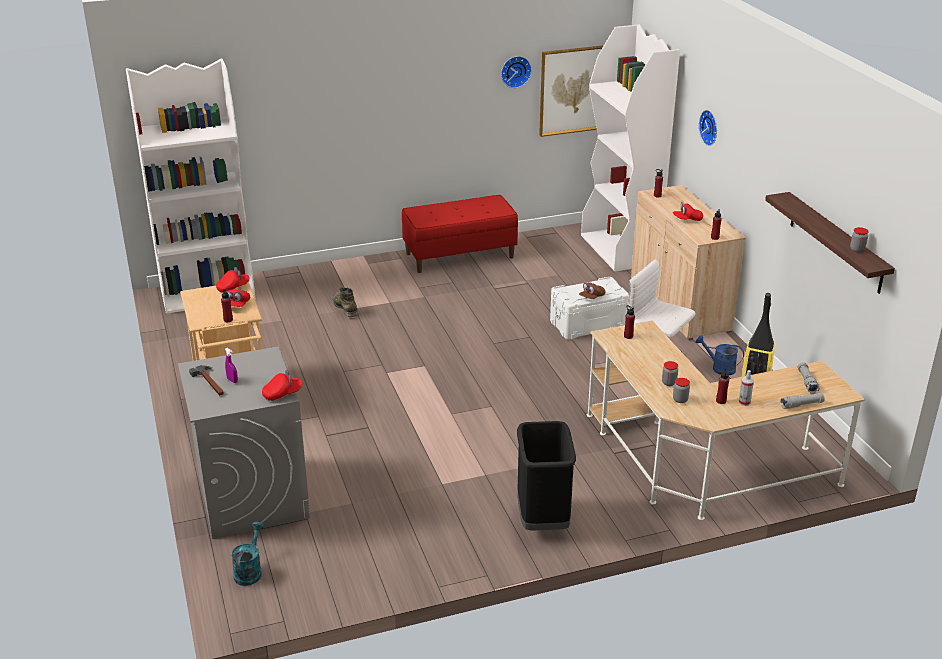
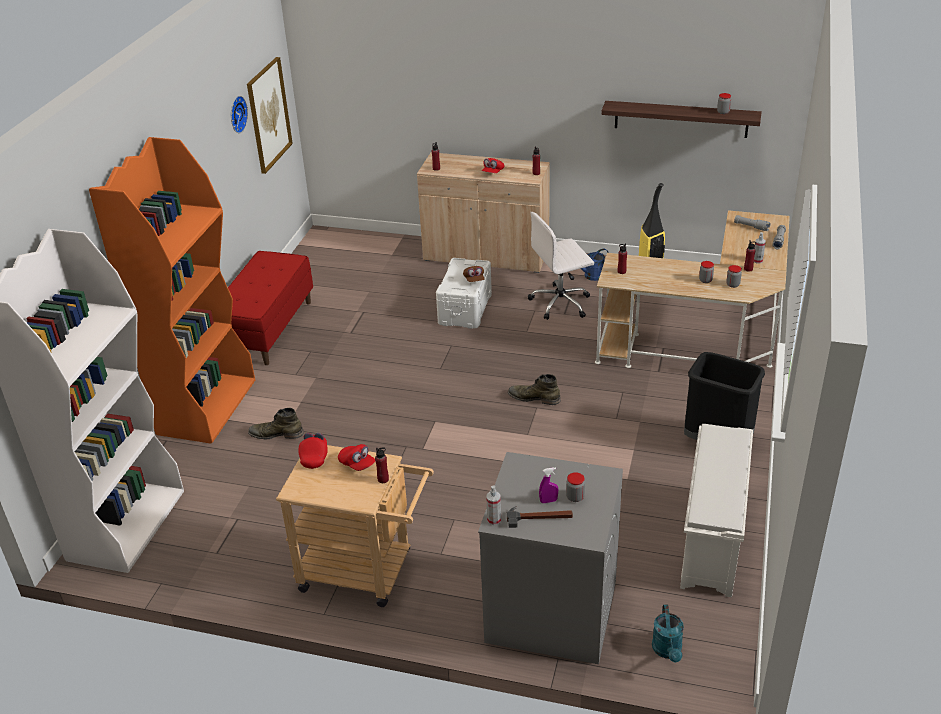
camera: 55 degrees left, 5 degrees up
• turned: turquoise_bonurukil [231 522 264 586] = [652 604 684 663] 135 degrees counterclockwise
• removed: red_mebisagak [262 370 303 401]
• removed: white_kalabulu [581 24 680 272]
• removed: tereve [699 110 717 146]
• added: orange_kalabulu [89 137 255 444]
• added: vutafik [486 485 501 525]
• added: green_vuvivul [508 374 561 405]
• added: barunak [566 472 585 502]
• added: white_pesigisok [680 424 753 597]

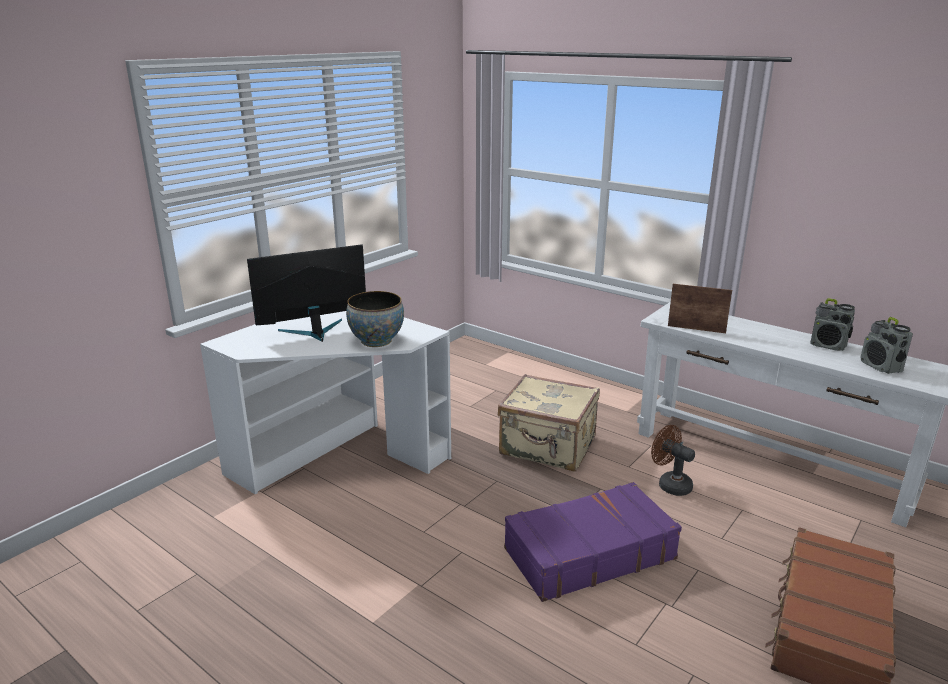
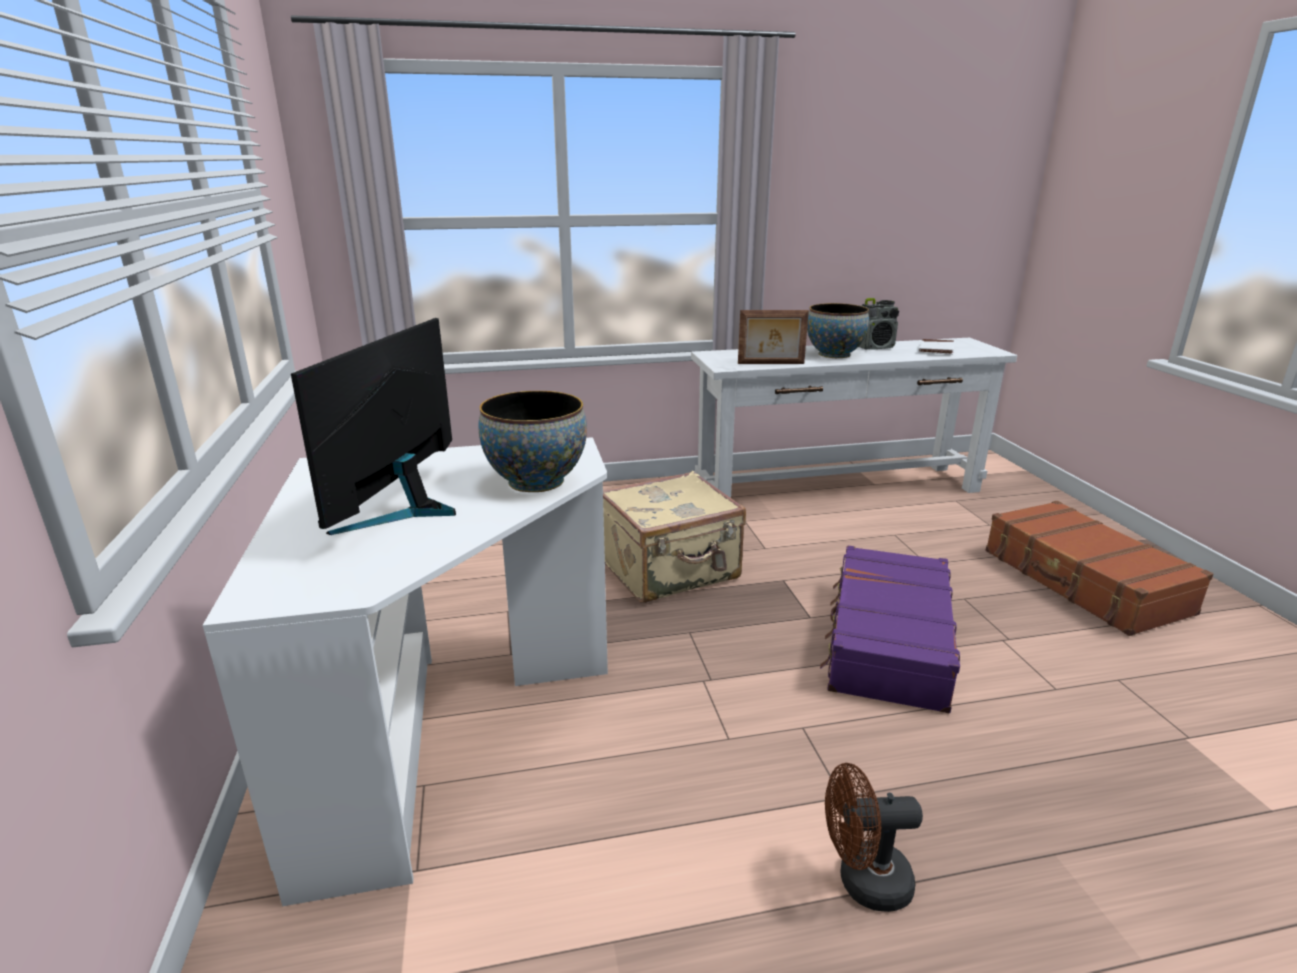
camera: 50 degrees left, 0 degrees up
• moved: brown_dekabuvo [651 425 695 496] to [825 763 923 912]
• turned: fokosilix [668 284 732 333] = [738 310 809 364] 150 degrees counterclockwise
• replaced: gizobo [860 317 913 374] to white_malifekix [918 339 955 355]
• added: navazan [807 303 869 358]

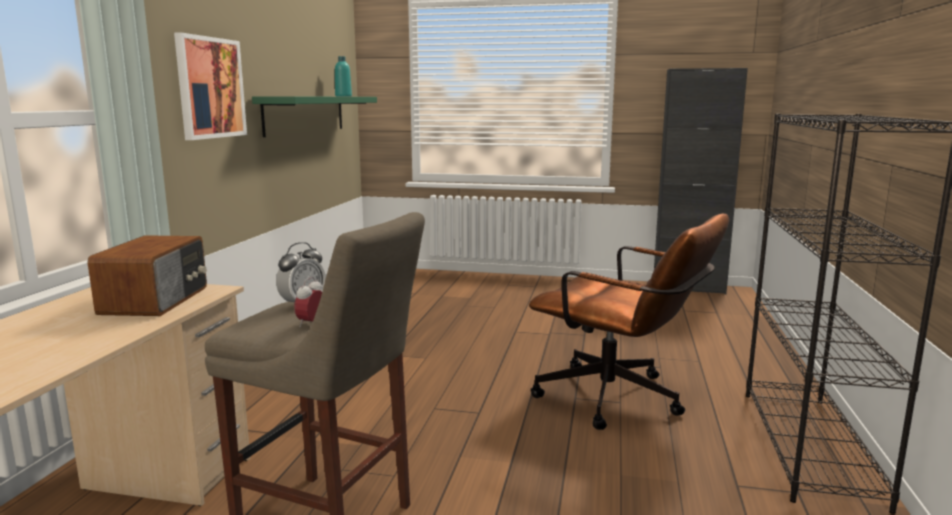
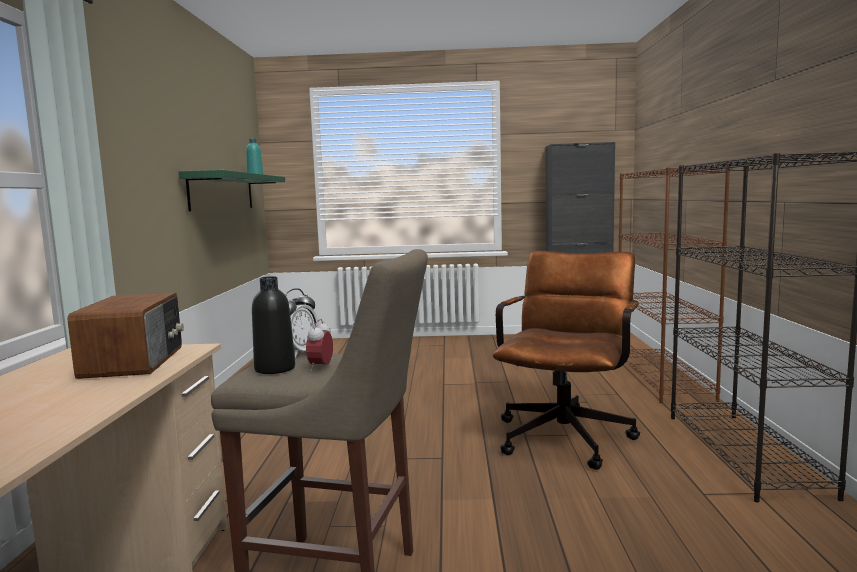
camera: 10 degrees left, 5 degrees down
• removed: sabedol [174 32 247 140]
• turned: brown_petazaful [529 214 729 430] = [493 251 640 470] 90 degrees counterclockwise
• added: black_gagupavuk [252 276 295 374]
• added: brown_kalabulu [619 166 731 403]

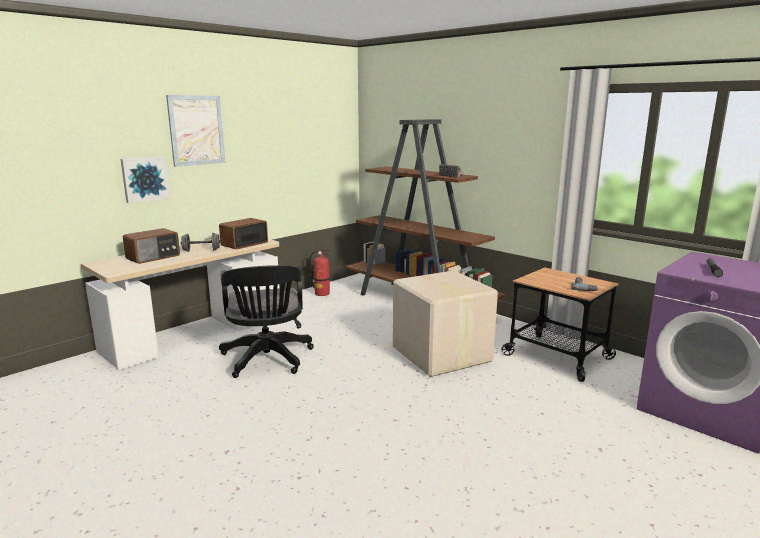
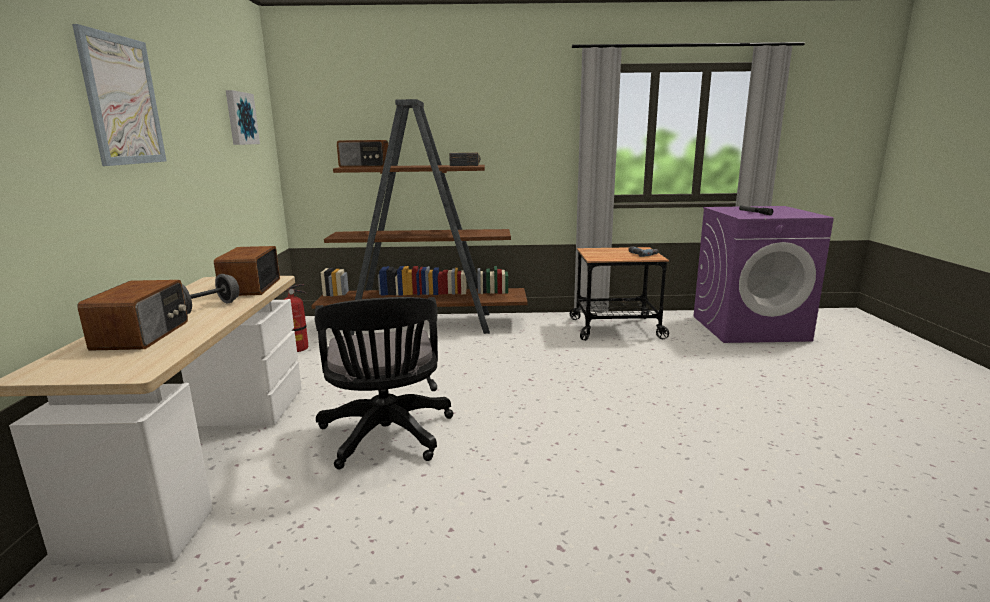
camera: 45 degrees left, 0 degrees up
• moved: sabedol [121 156 170 203] to [226 90 260 145]
• turned: black_petazaful [219 265 314 378] = [315 297 453 469] 45 degrees clockwise
• removed: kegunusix [393 270 498 377]
• added: gizobo [337 140 388 168]

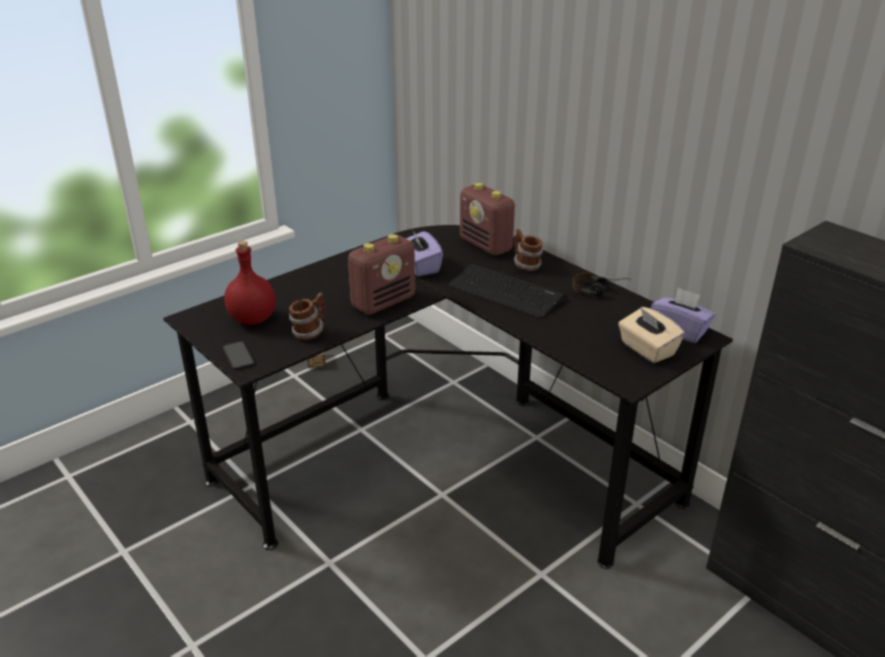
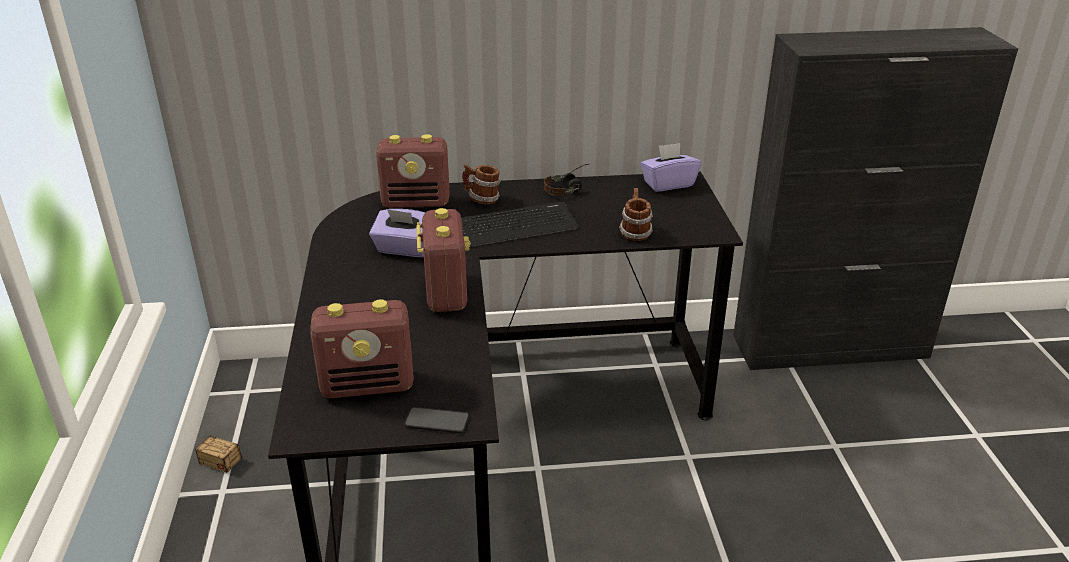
camera: 55 degrees left, 0 degrees up
• replaced: red_gagupavuk [224 241 276 325] to gizobo [310 300 414 398]
• moved: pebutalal [289 293 326 340] to [619 188 653 241]
• removed: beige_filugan [618 307 685 363]

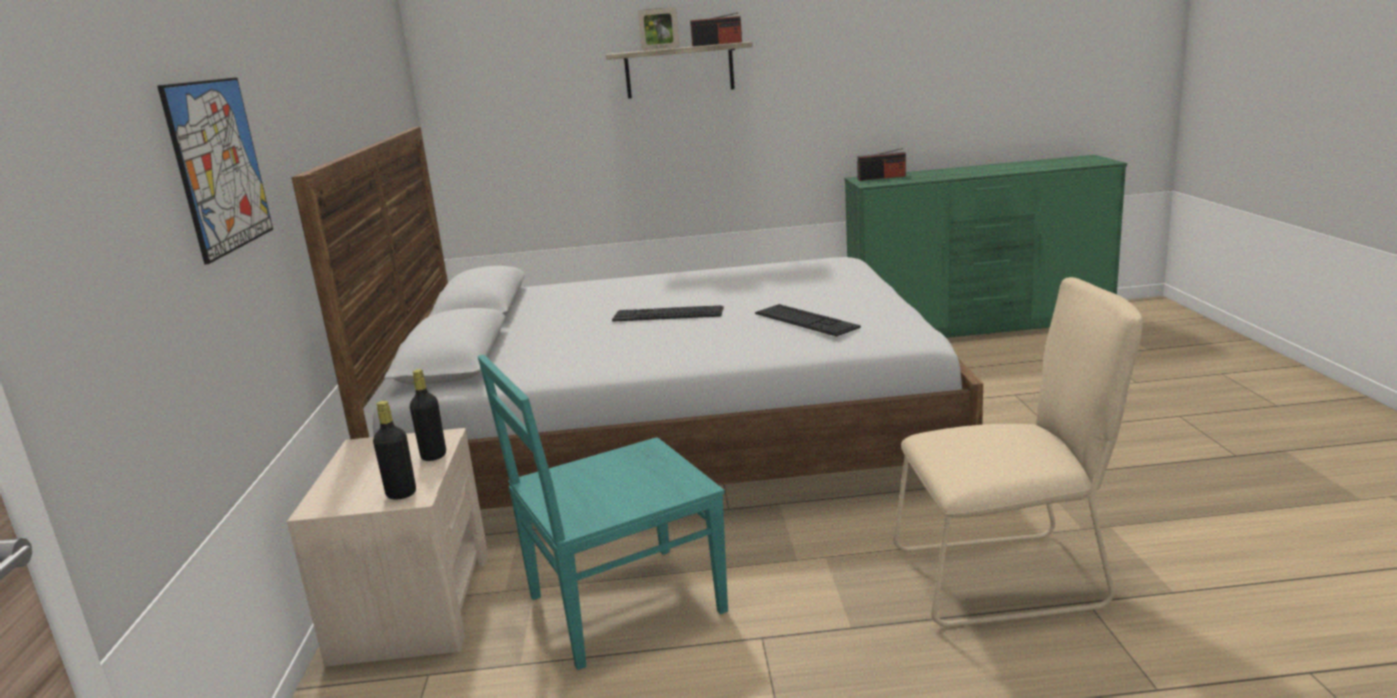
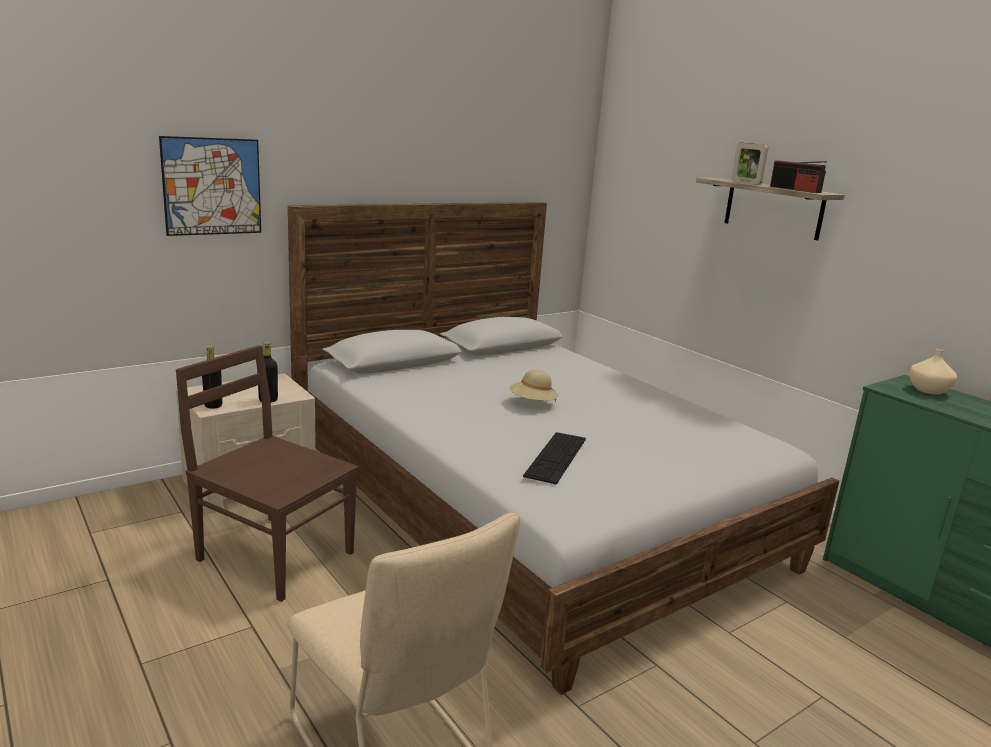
camera: 55 degrees right, 0 degrees up
• recoloured: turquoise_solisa [478 354 728 670] to brown_solisa [176 345 359 602]
• replaced: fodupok [612 305 724 321] to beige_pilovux [509 370 558 402]
• replaced: gizobo [857 148 906 181] to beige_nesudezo [909 349 957 395]

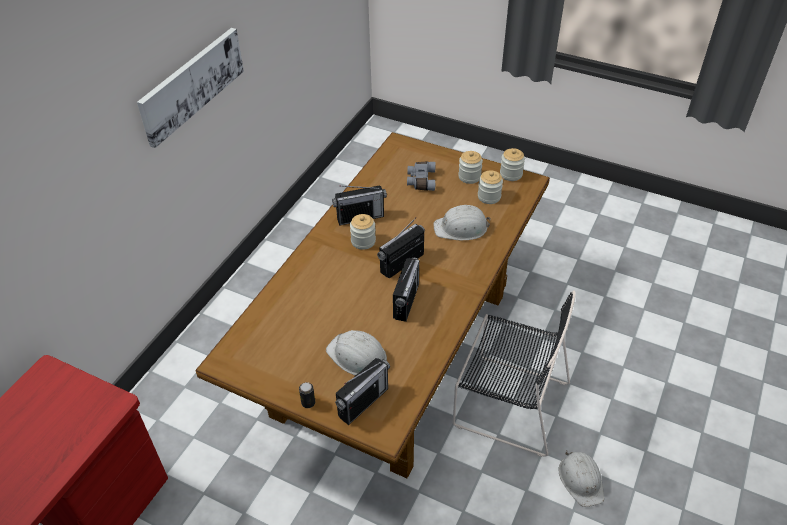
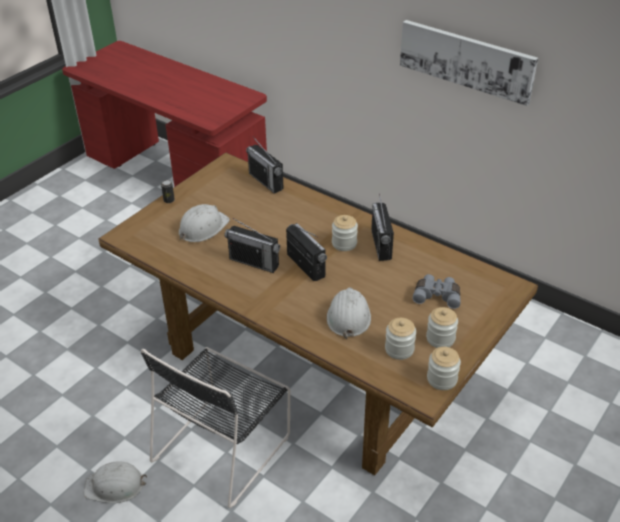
camera: 100 degrees right, 5 degrees down
• moved: gizobo [335 358 390 425] to [246 136 284 194]

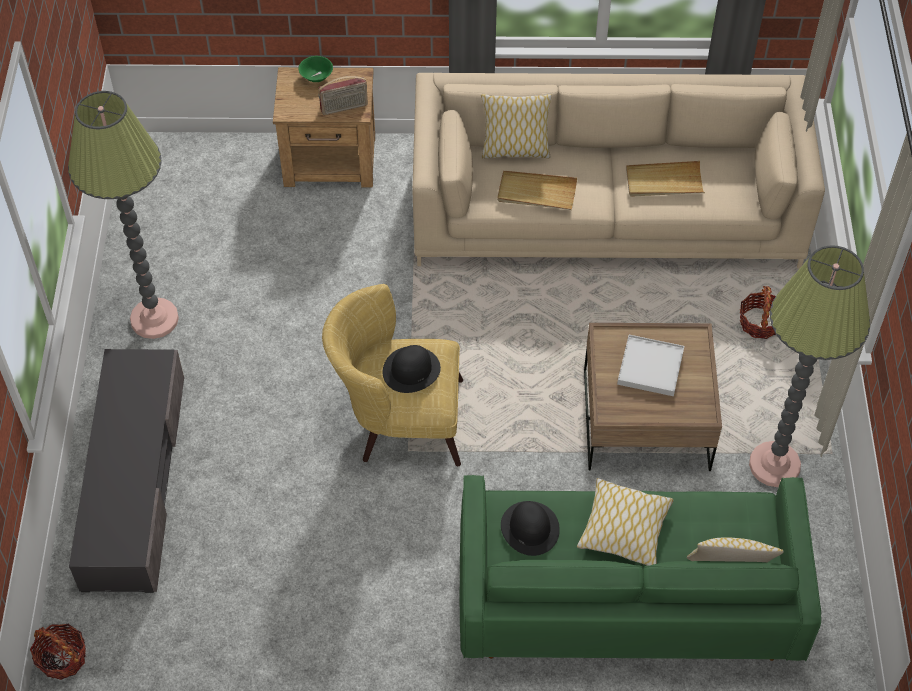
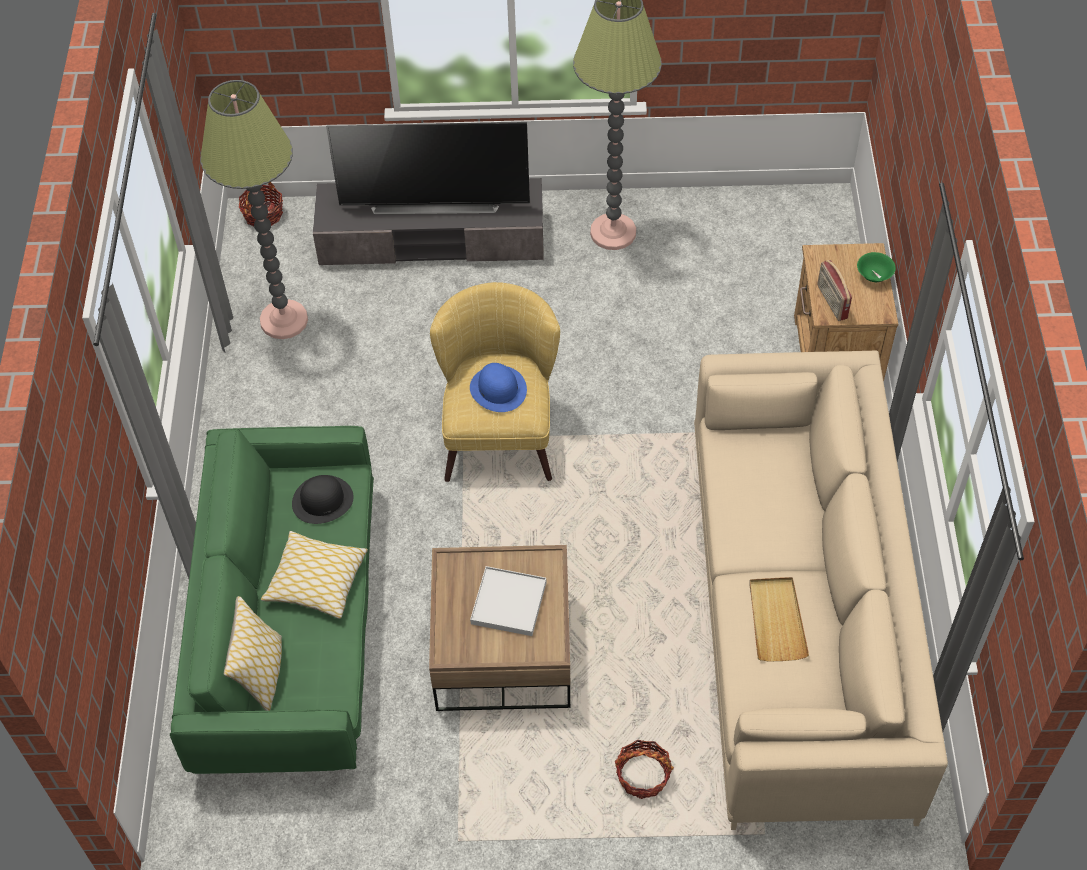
camera: 90 degrees right, 0 degrees up
• recoloured: black_pilovux [383 345 441 393] to blue_pilovux [470 363 527 412]
• removed: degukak [481 93 552 159]
• removed: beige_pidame [497 171 577 210]
• moved: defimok [749 245 870 487] to [201 80 308 339]
• added: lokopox [326 122 530 214]

